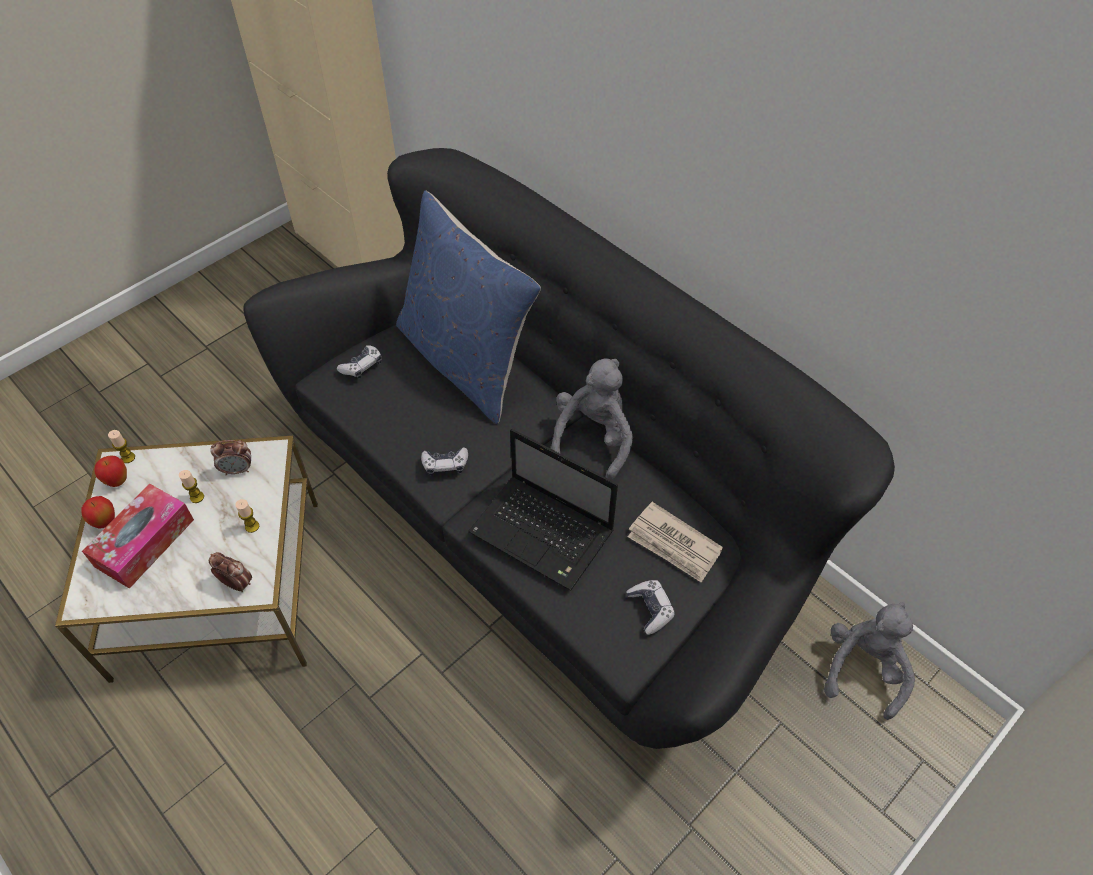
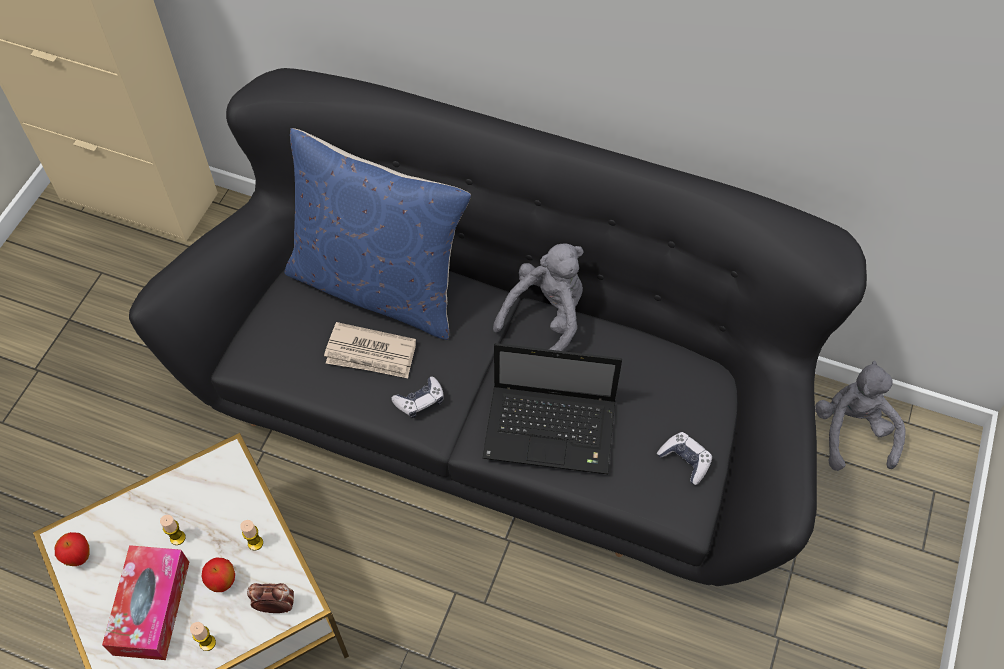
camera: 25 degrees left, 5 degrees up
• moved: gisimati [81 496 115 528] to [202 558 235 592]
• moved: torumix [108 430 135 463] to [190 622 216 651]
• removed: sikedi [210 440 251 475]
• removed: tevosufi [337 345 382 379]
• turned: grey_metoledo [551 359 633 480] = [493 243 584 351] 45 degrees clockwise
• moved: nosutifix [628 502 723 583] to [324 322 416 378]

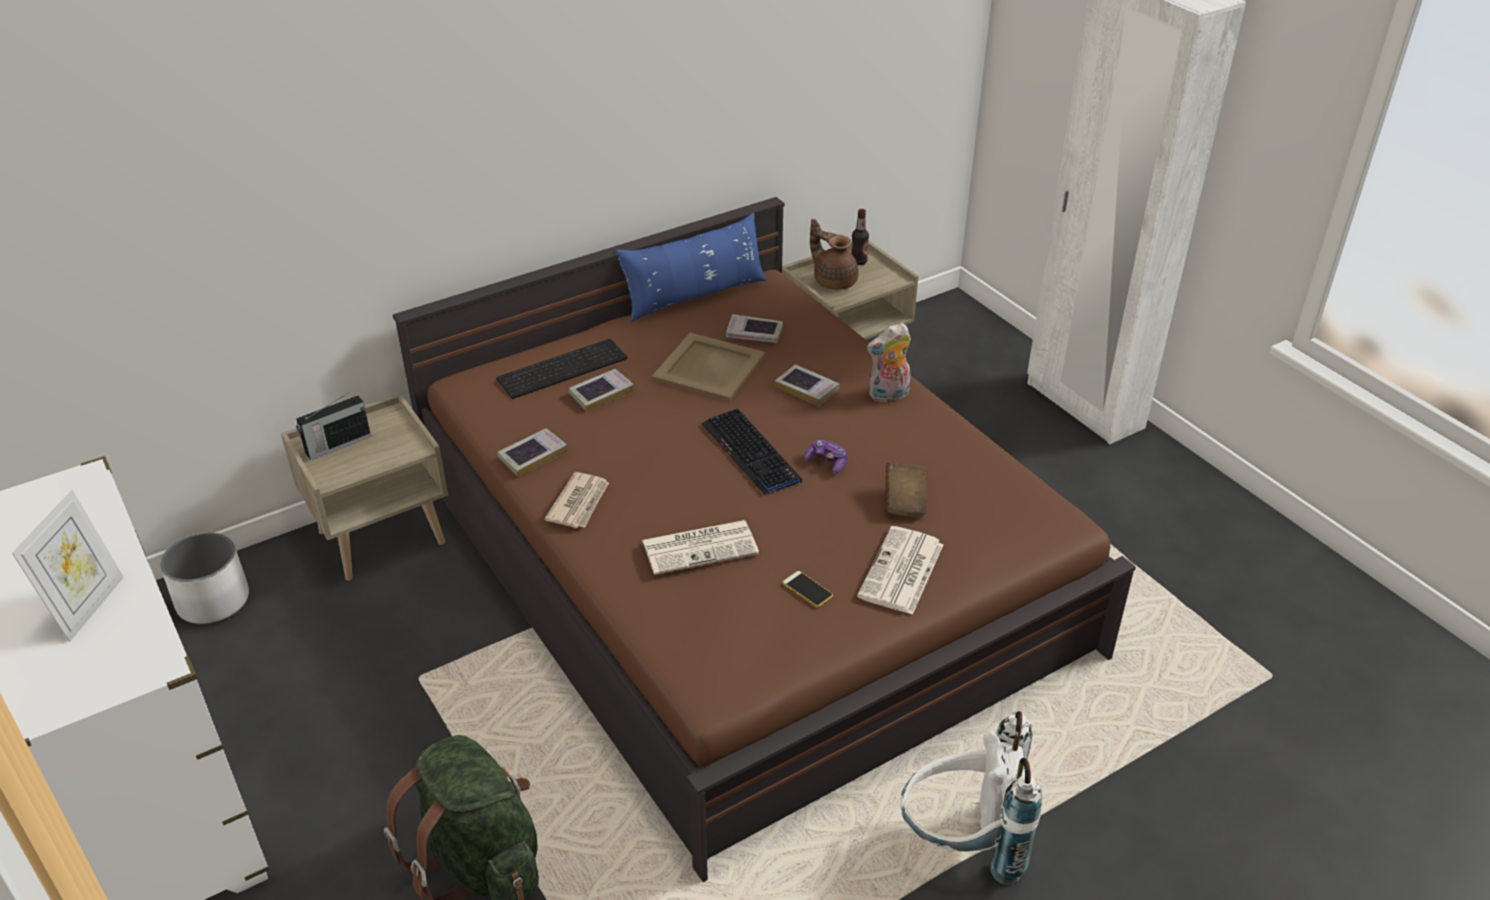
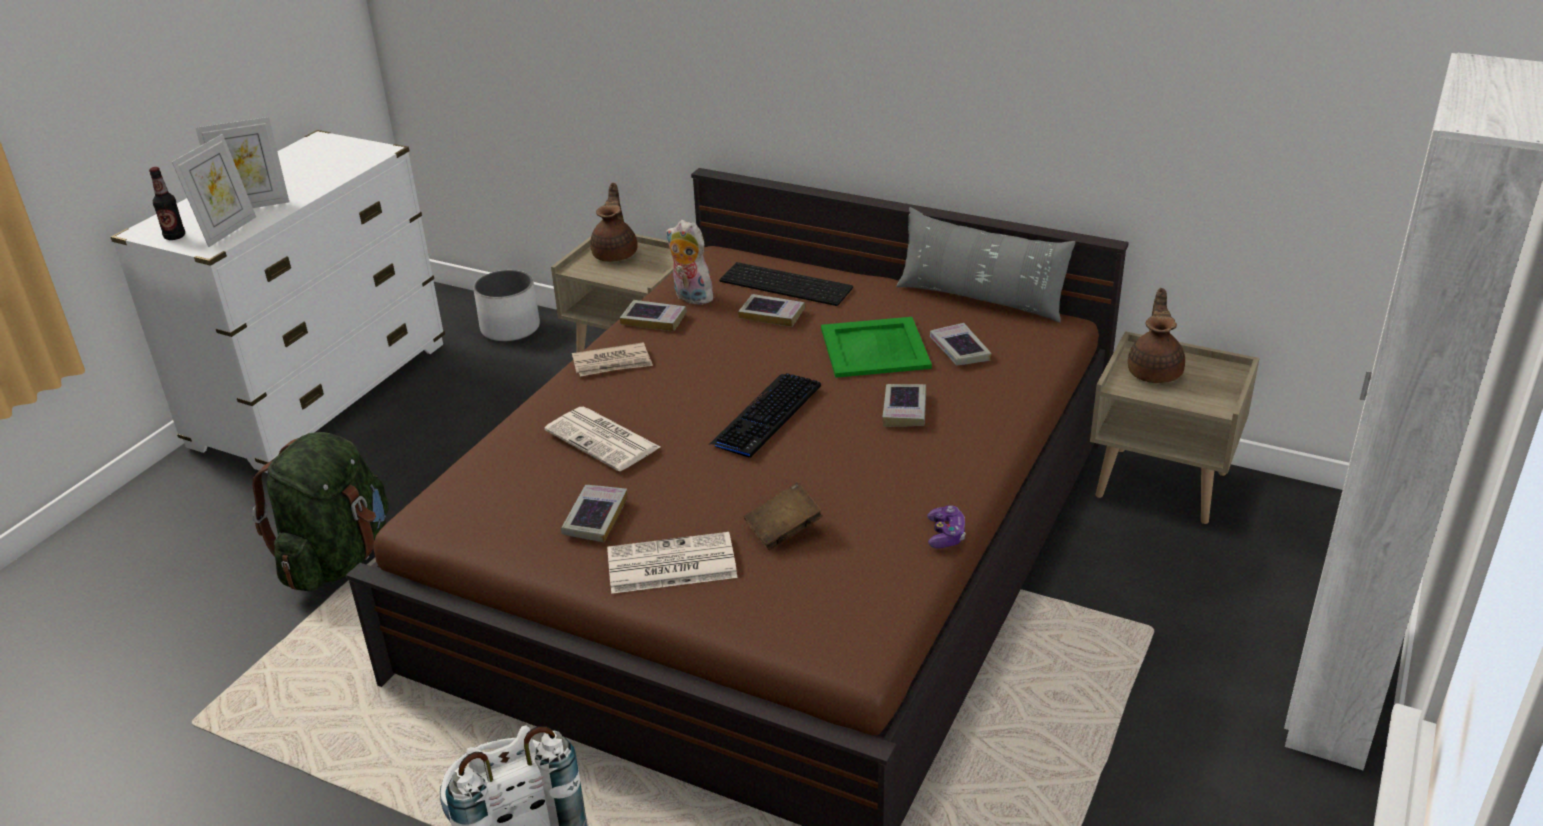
camera: 60 degrees right, 5 degrees down
• replaced: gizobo [296 392 371 460] to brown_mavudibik [590 183 638 262]
• recoloured: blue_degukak [615 213 767 322] to grey_degukak [896 207 1075 323]
• recoloured: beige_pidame [652 333 766 401] to green_pidame [821 317 932 378]
• replaced: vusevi [782 571 833 607] to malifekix [561 485 627 542]
• moved: tevosufi [804 440 847 474] to [927 505 966 549]
• moved: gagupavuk [851 209 869 265] to [149 167 185 240]
• moved: metoledo [867 323 911 402] to [666 220 713 305]
• added: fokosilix [172 134 256 247]

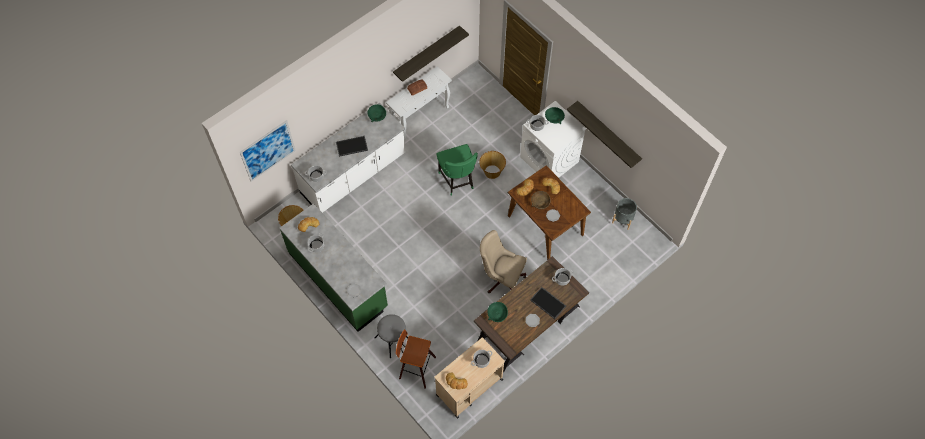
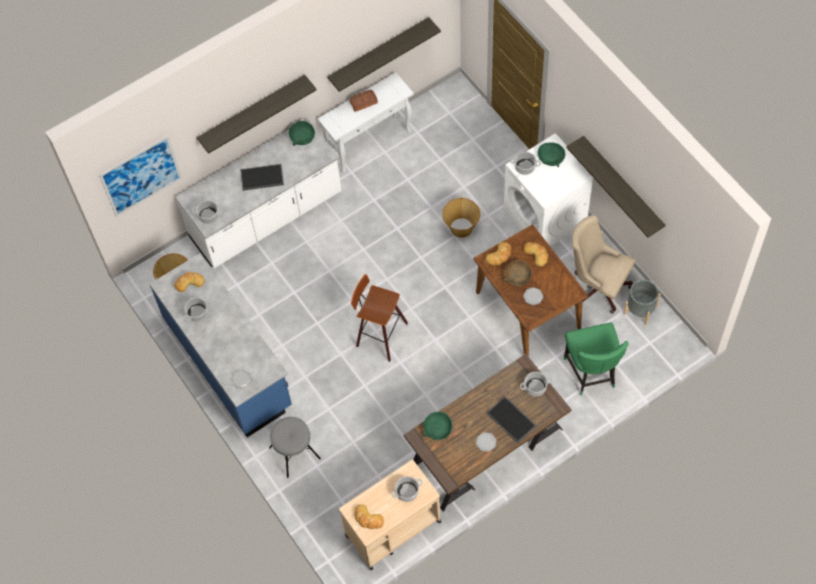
camera: 10 degrees right, 0 degrees up
• recoloured: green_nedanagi [280 203 388 332] to blue_nedanagi [149 253 292 437]
• moved: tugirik [396 329 436 389] to [351 274 408 362]
• moved: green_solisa [437 144 478 196] to [564 322 629 395]
• moved: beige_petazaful [480 230 527 293] to [572 215 636 314]
• added: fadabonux [197 75 316 154]

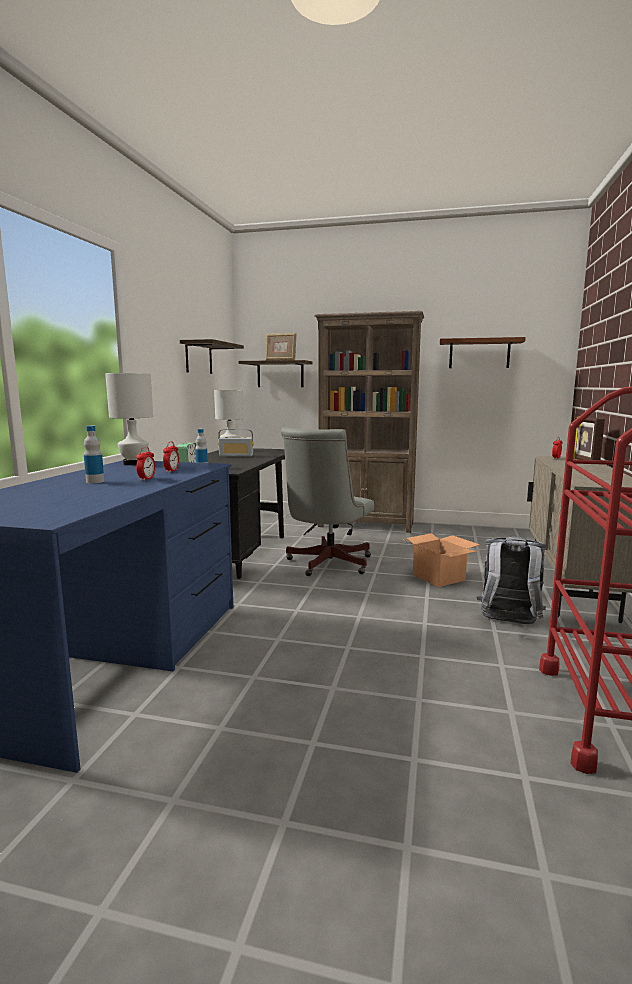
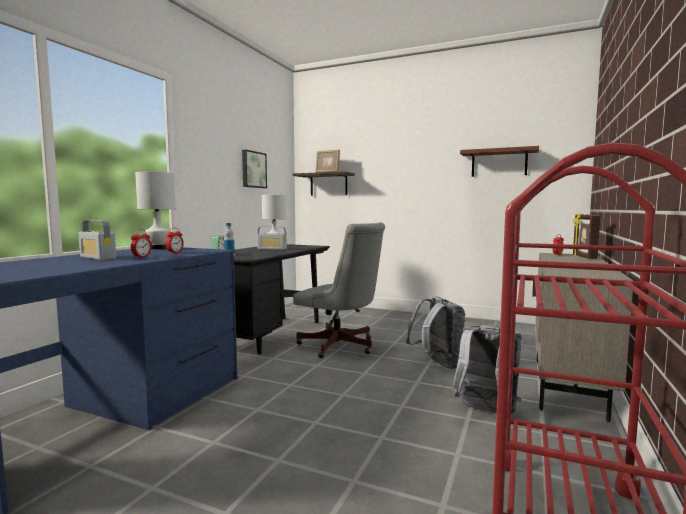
camera: 10 degrees right, 5 degrees down
• replaced: gagupavuk [84 426 104 483] to gizobo [78 220 116 260]
• replaced: fadabonux [180 339 244 374] to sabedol [242 150 267 188]
• turned: grey_petazaful [281 427 374 576] = [293 222 385 358] 90 degrees counterclockwise
• removed: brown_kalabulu [315 311 424 533]
• replaced: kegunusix [402 533 480 587] to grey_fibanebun [406 296 465 369]

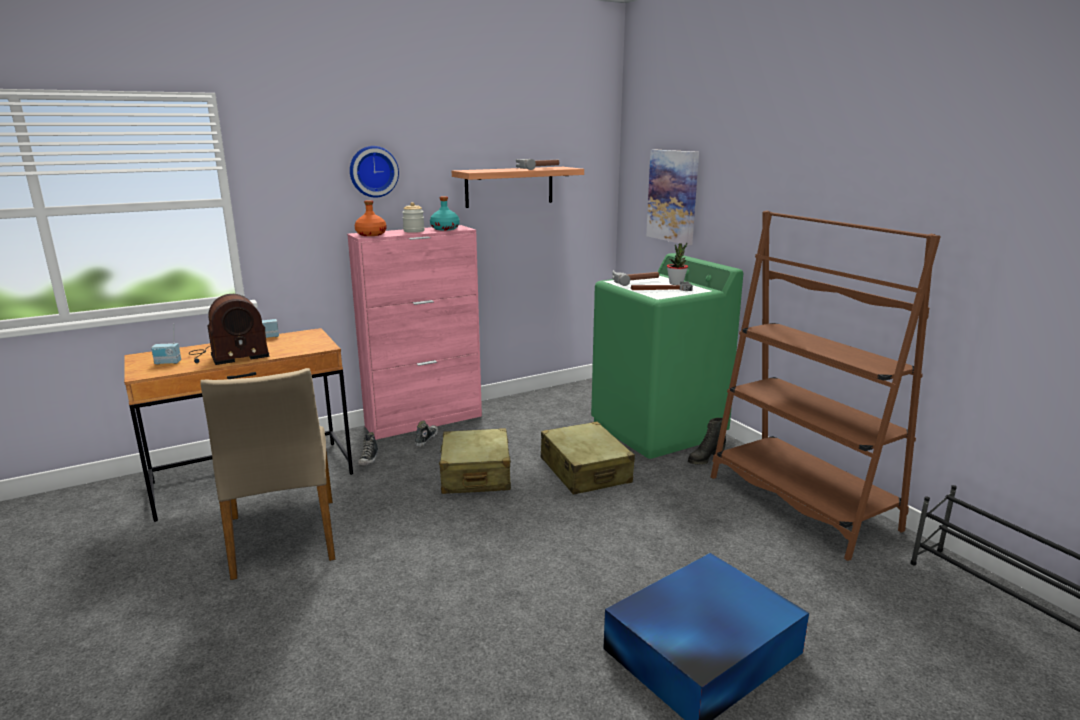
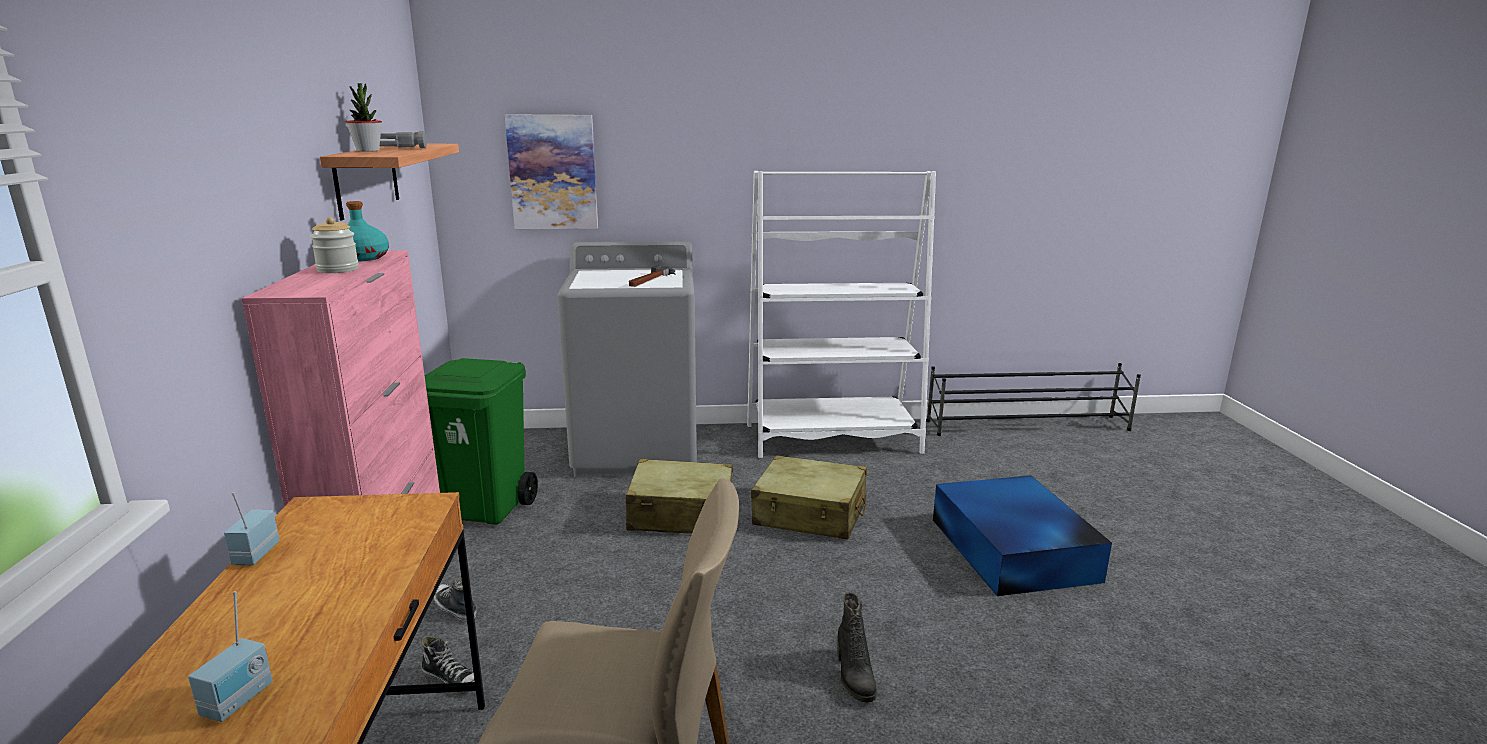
camera: 65 degrees left, 0 degrees up
• removed: gizobo [188 294 270 365]
• removed: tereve [350 146 399 198]
• removed: orange_gagupavuk [355 200 387 236]
• moved: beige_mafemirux [439 428 511 494] to [751 455 867 540]
• recoloured: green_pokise [591 253 743 459] to grey_pokise [557 241 697 478]
• removed: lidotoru [612 270 659 286]
• moved: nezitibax [667 243 688 285] to [346 83 382 152]
• moved: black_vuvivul [688 418 726 465] to [837 593 877 702]
• recoloured: brown_kalabulu [711 211 941 561] to white_kalabulu [747 171 936 458]
• added: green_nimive [425 358 538 525]

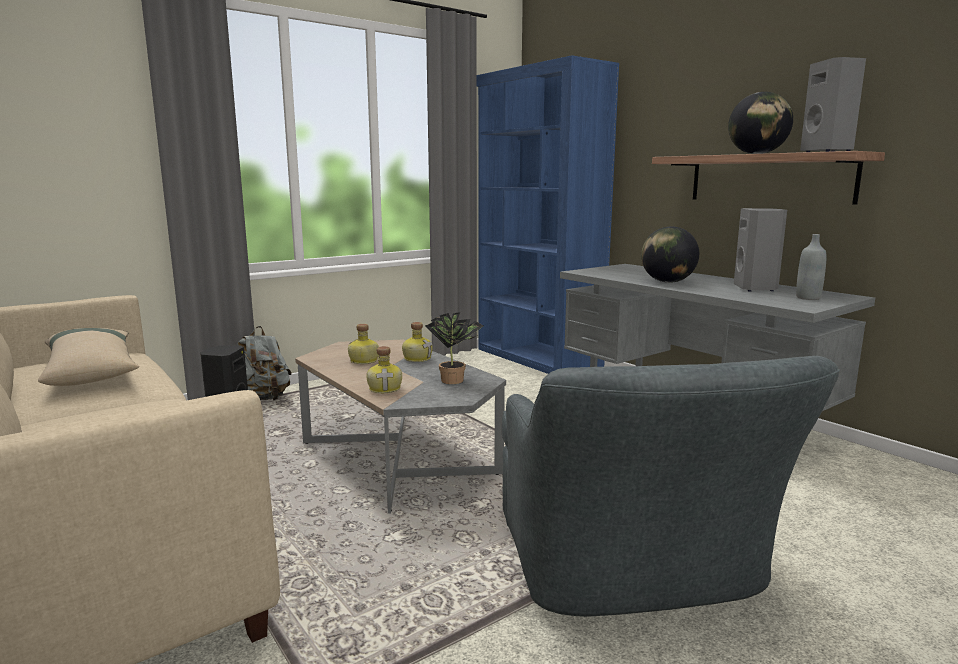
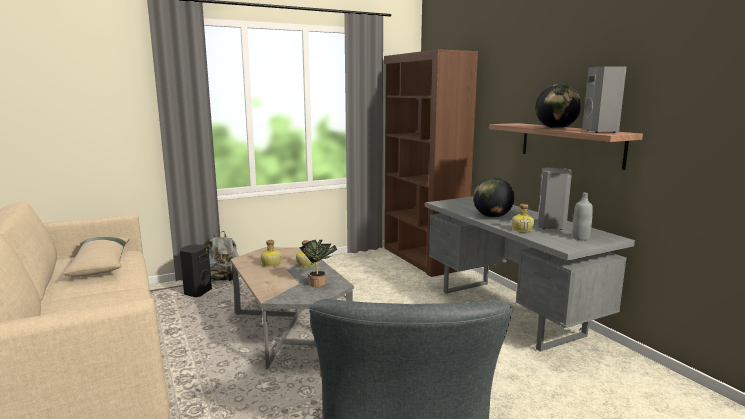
camera: 10 degrees right, 0 degrees up
• moved: gagupavuk [366 346 402 393] to [512 204 534 232]
• recoloured: blue_kalabulu [477 55 619 374] to brown_kalabulu [384 49 478 277]

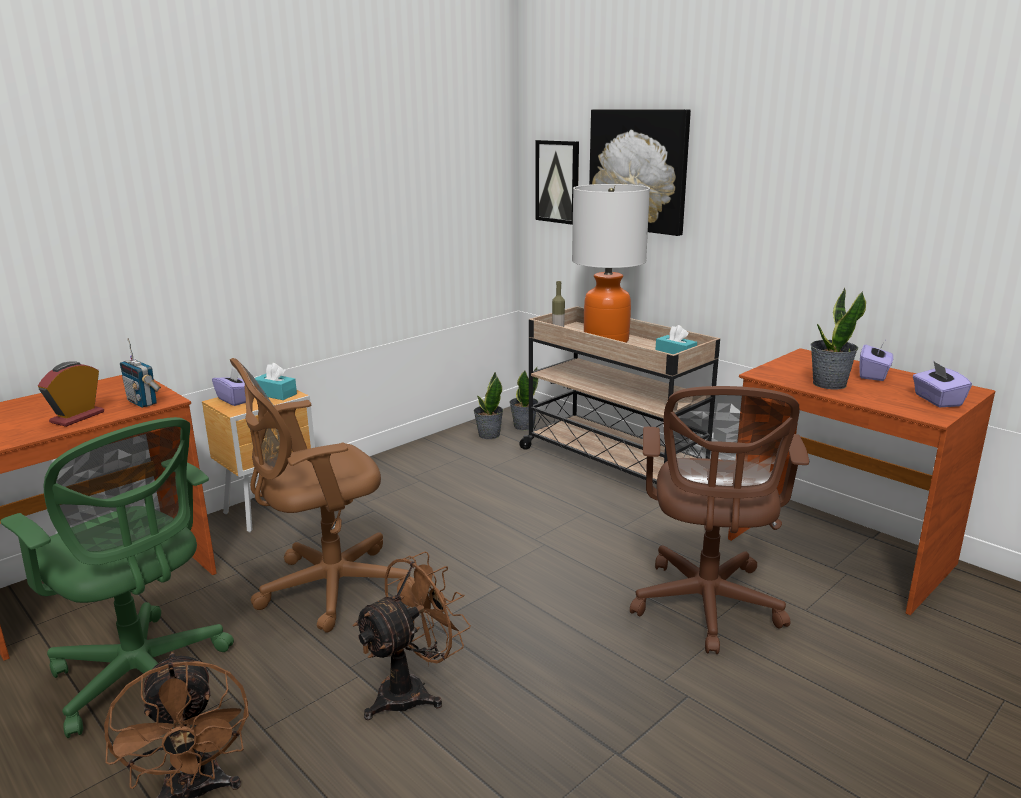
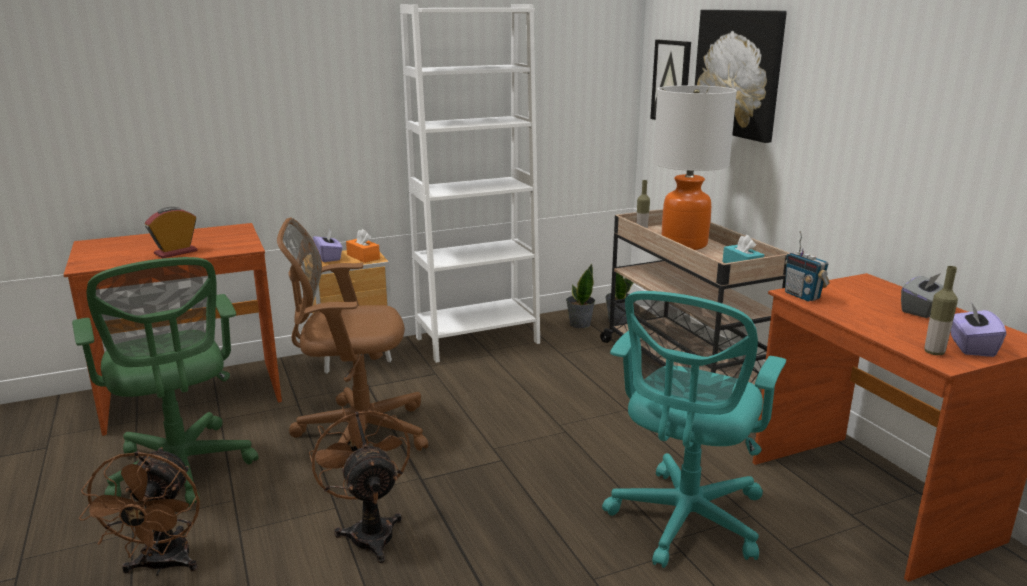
camera: 20 degrees right, 0 degrees up
• moved: gizobo [120 338 161 408] to [785 231 830 302]
• recoloured: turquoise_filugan [255 363 297 400] to orange_filugan [346 229 380 263]
• turned: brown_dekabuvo [353 551 471 720] = [309 403 410 563] 90 degrees counterclockwise
• recoloured: brown_petazaful [630 386 809 654] to turquoise_petazaful [602 291 786 568]
• removed: nezitibax [810 287 866 389]
• recoloured: purple_filugan [859 341 894 381] to grey_filugan [901 273 944 318]
• added: white_kalabulu [400 4 540 363]
• added: gagupavuk [925 266 958 355]

